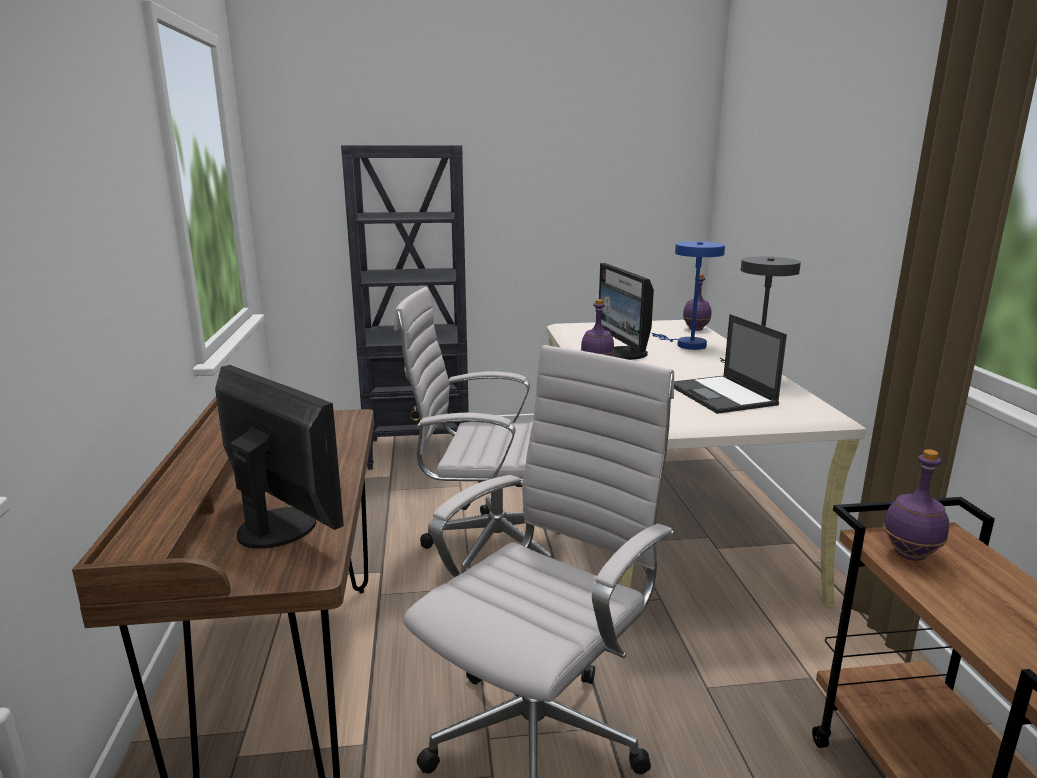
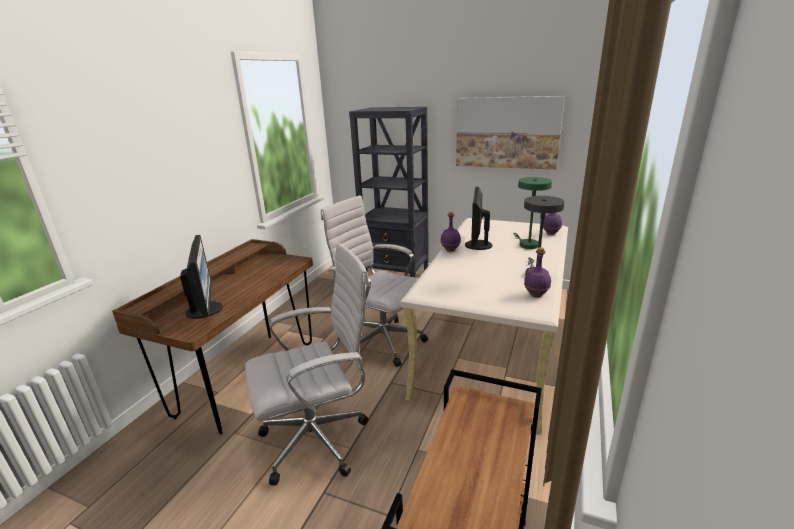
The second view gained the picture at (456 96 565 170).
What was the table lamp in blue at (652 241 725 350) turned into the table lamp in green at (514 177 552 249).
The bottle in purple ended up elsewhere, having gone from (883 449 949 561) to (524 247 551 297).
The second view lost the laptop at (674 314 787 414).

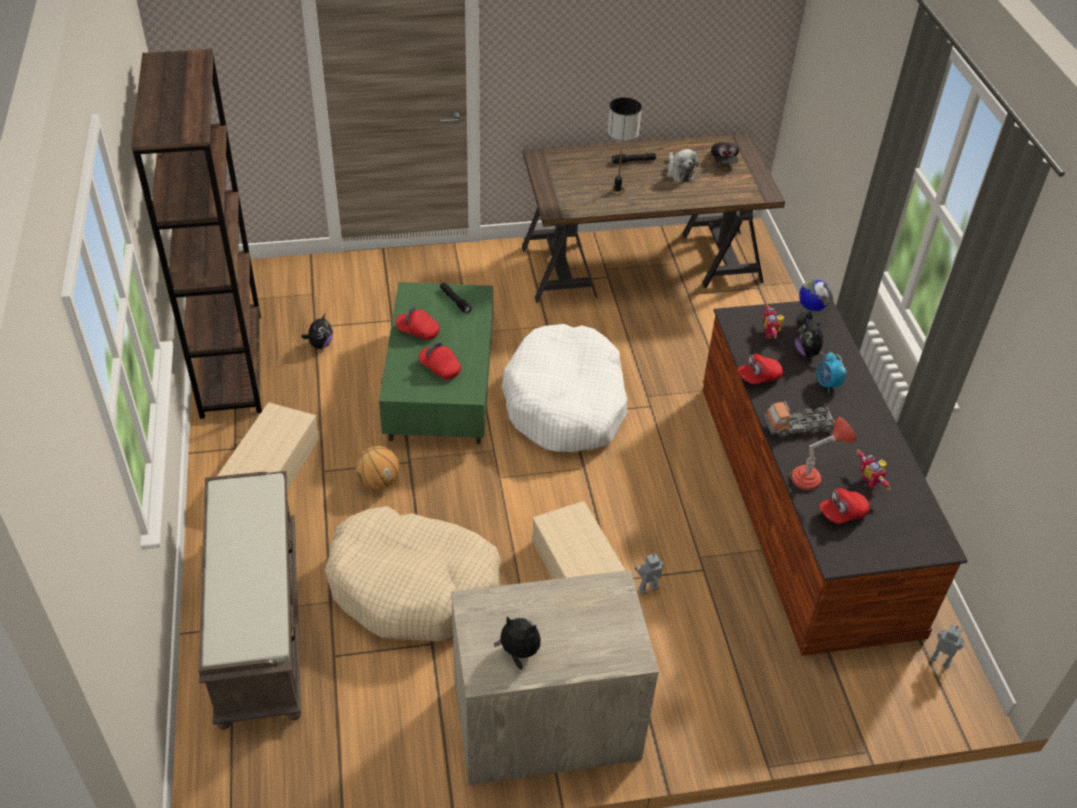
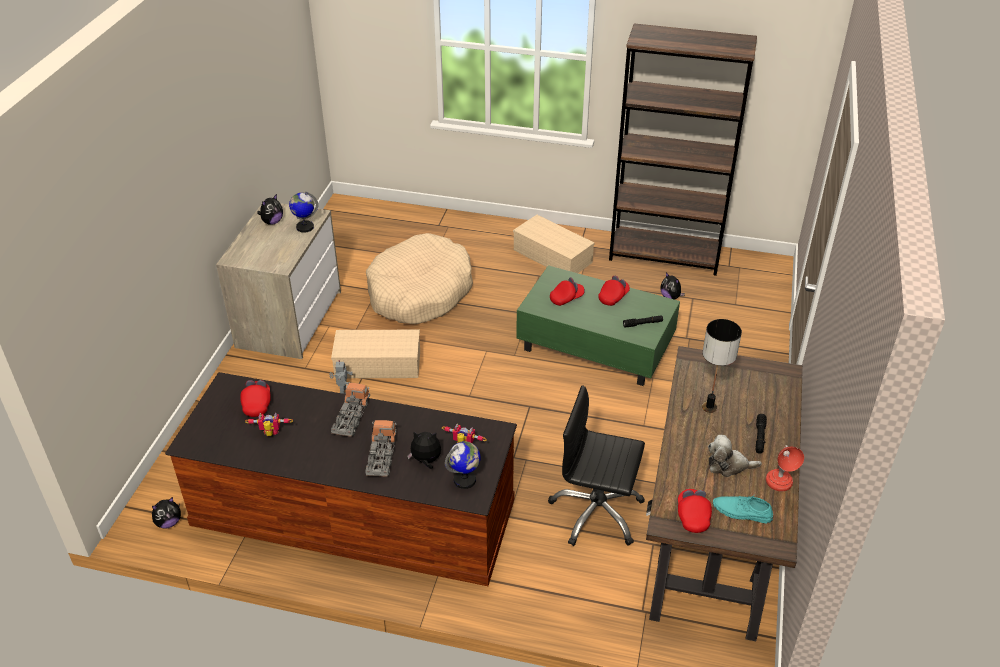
Where the toy robot stood at (931 625 965 668), the plush toy came to stand at (152 497 181 529).
The second view gained the globe at (289 192 318 233).
Where the alarm clock stood at (817 352 847 393), the toy truck came to stand at (365 420 397 477).
The second view gained the office chair in black at (548 385 645 546).
The cap in red ended up elsewhere, having gone from (737 354 783 384) to (678 489 712 533).
Where the cap in black stood at (711 142 739 164), the shoe in turquoise came to stand at (713 496 773 524).
The table lamp in red ended up elsewhere, having gone from (791 417 857 490) to (766 445 804 492).
The second view lost the bench in brown at (198 471 301 730).
The second view lost the basketball at (355 446 399 490).
The second view lost the dog bed in white at (502 324 628 452).

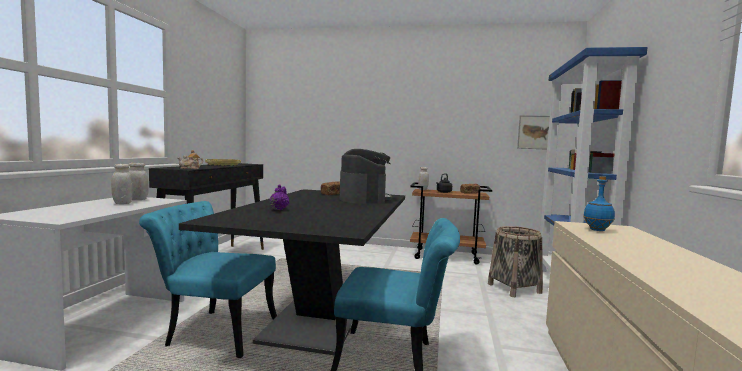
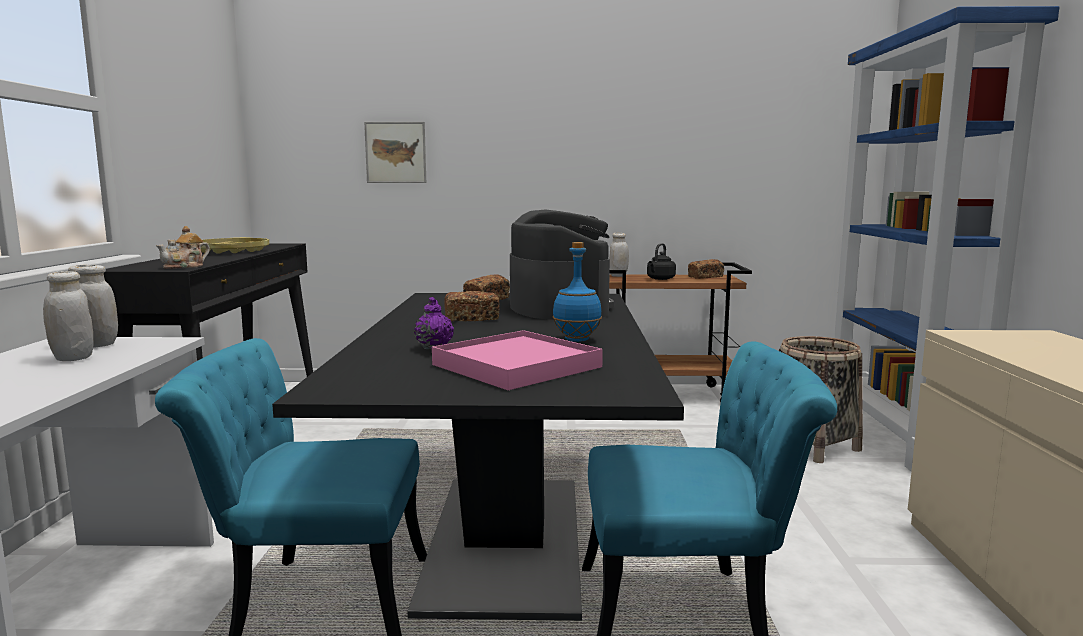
The picture ended up elsewhere, having gone from (517 115 550 150) to (364 122 426 183).
The second view gained the tray in pink at (432 330 603 390).
The second view gained the bread at (444 291 499 322).
The bottle in blue ended up elsewhere, having gone from (583 176 615 231) to (552 242 602 342).

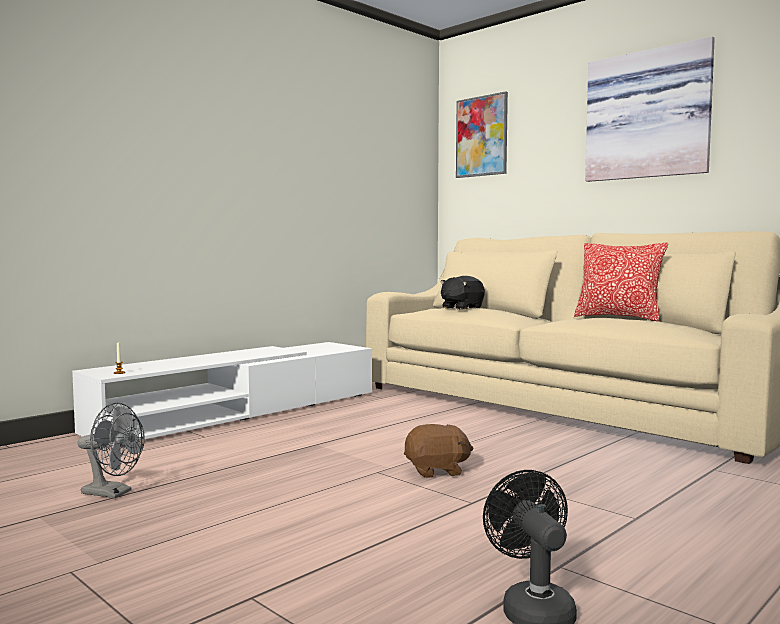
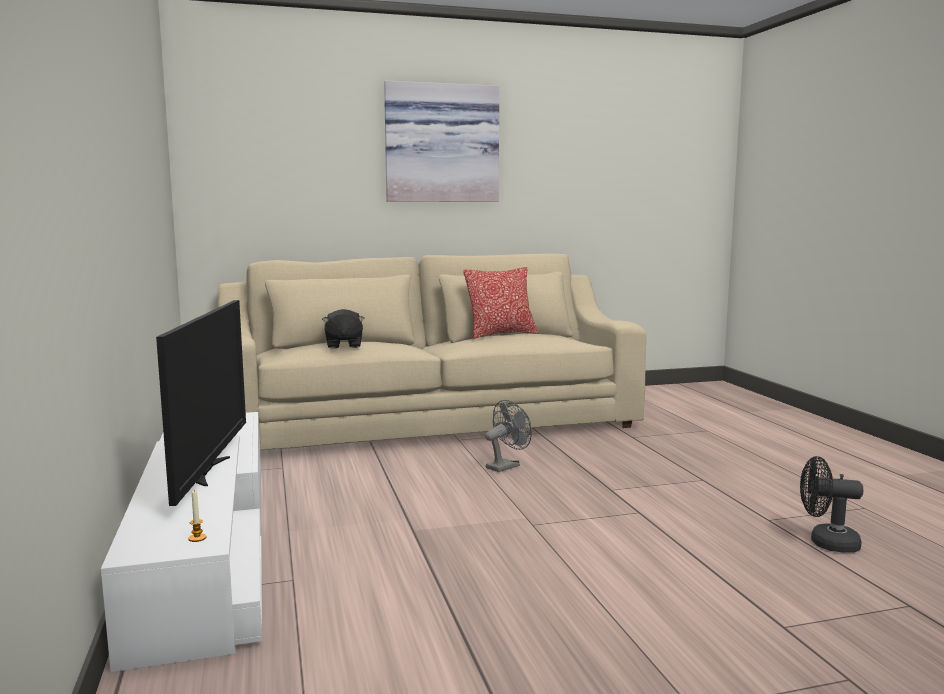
The second view gained the television at (156 300 246 506).
The fan in grey ended up elsewhere, having gone from (77 402 145 498) to (485 400 532 472).
The second view lost the plush toy in brown at (404 424 473 478).
The second view lost the picture at (456 91 508 178).

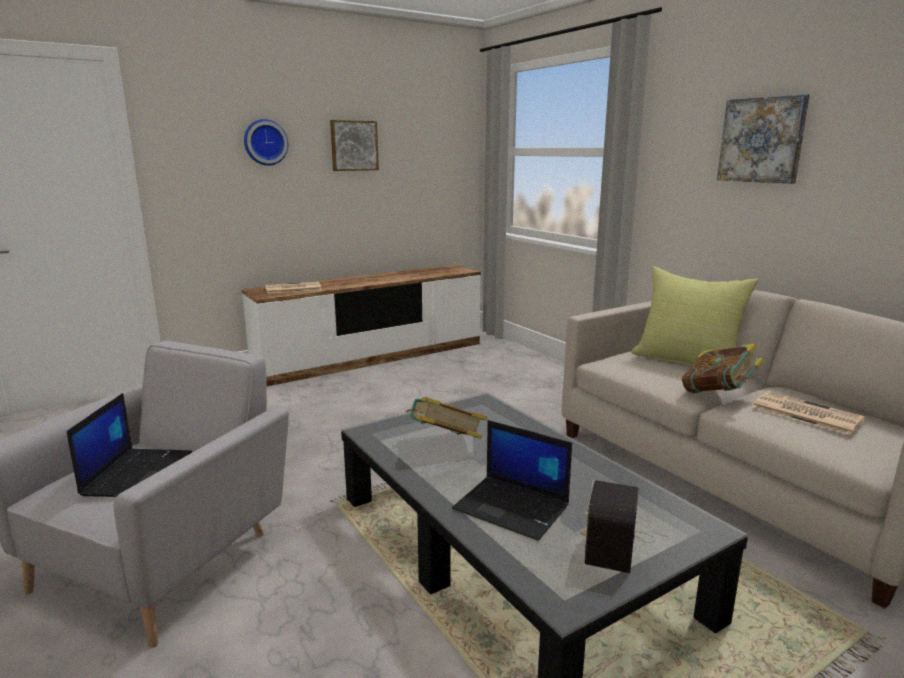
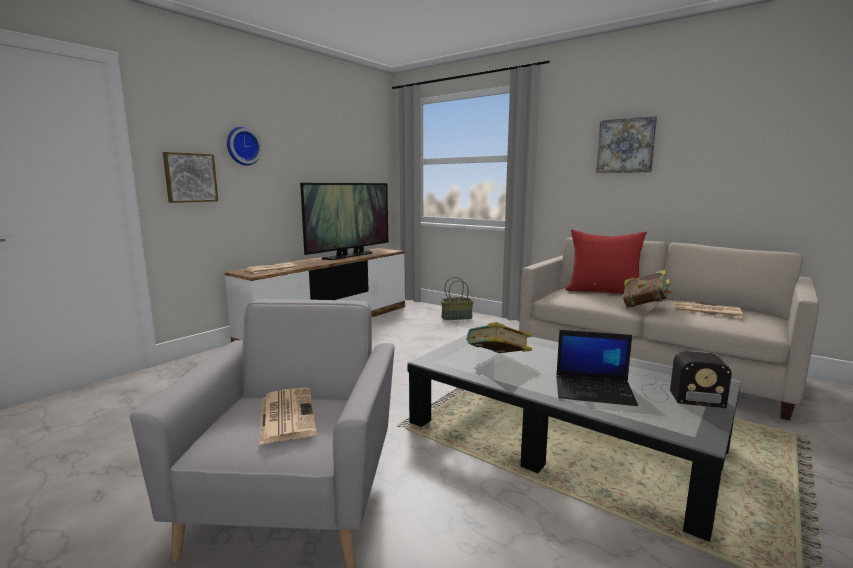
The picture ended up elsewhere, having gone from (330 120 379 171) to (163 152 218 203).
Where the laptop stood at (67 393 192 497), the newspaper came to stand at (259 387 317 445).
The second view gained the television at (300 183 388 260).
The second view gained the basket at (441 277 473 320).
What was the pillow in yellow at (631 266 759 366) turned into the pillow in red at (565 229 647 294).
The radio at (581 480 668 573) ended up facing another way, 75 degrees counterclockwise from before.

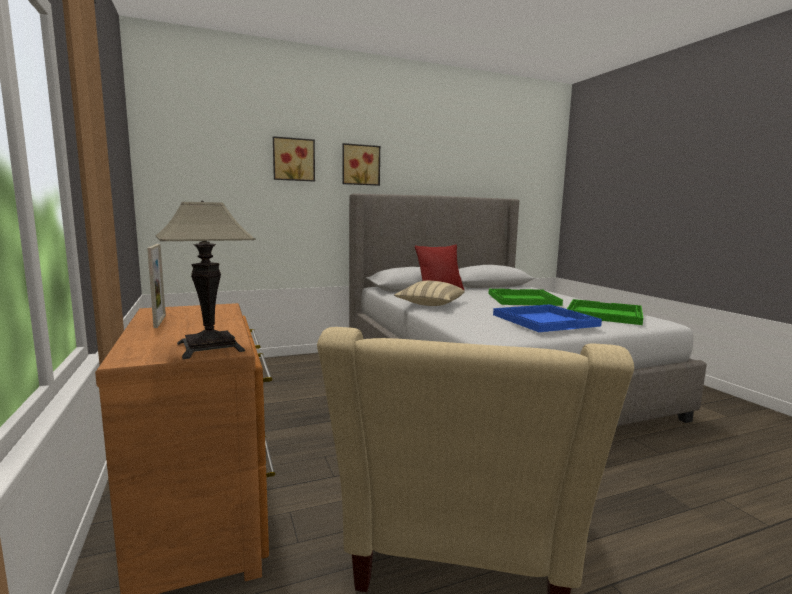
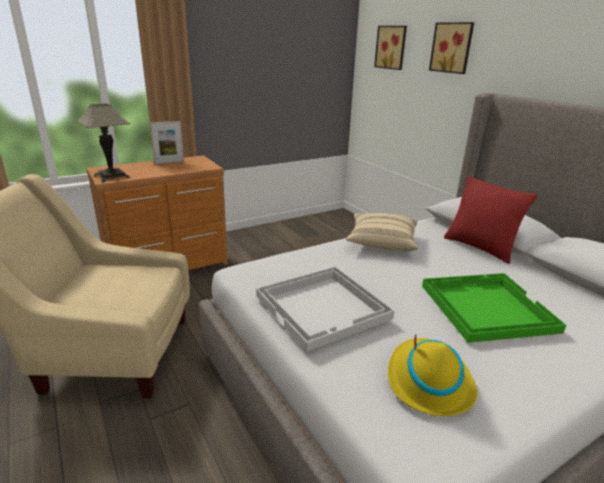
What was the tray in blue at (493 304 602 332) turned into the tray in white at (256 267 395 352).
The picture ended up elsewhere, having gone from (342 143 380 186) to (374 26 407 70).
Where the tray in green stood at (567 299 643 325), the hat in yellow came to stand at (388 335 477 416).

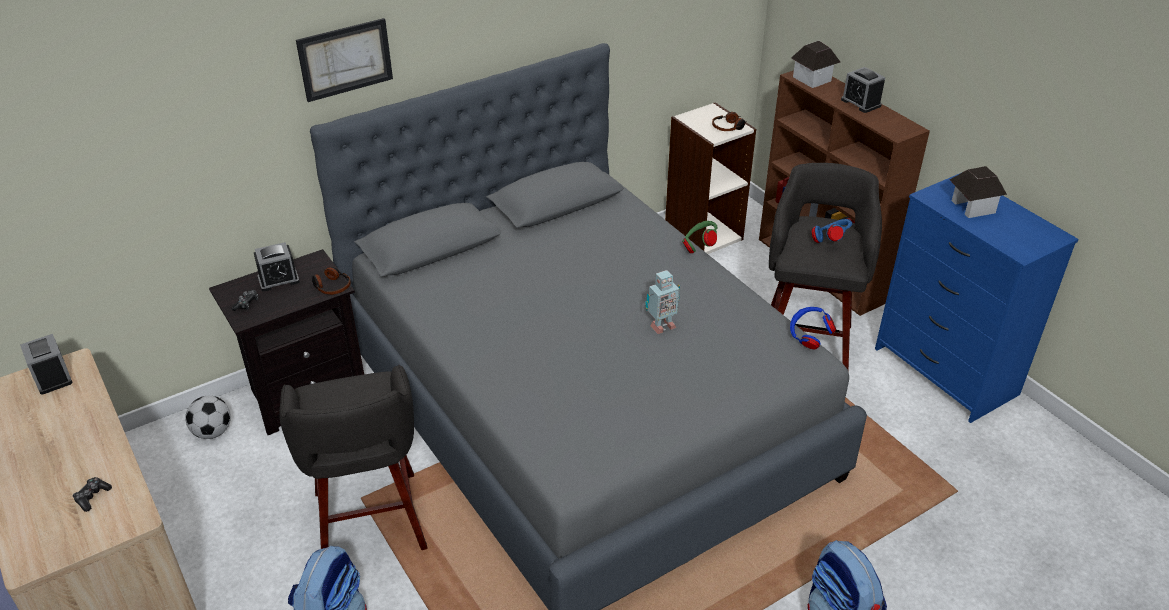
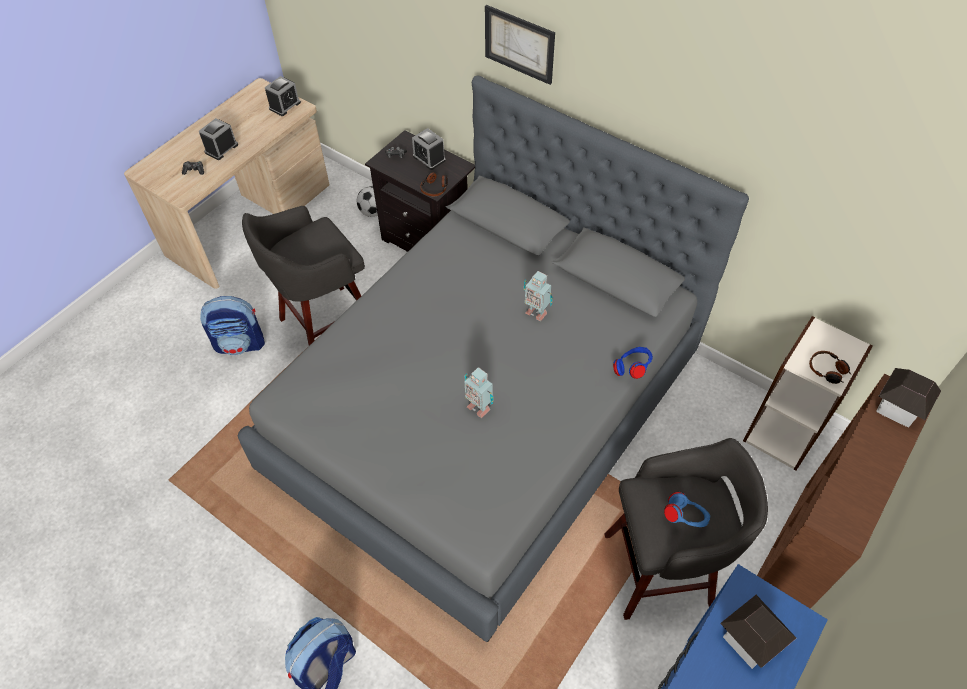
The alarm clock ended up elsewhere, having gone from (841 67 885 113) to (199 118 238 160).
The second view gained the toy robot at (524 271 553 321).
The headphones in blue ended up elsewhere, having gone from (790 307 836 349) to (613 347 653 379).
The second view lost the headphones in green at (682 221 718 253).

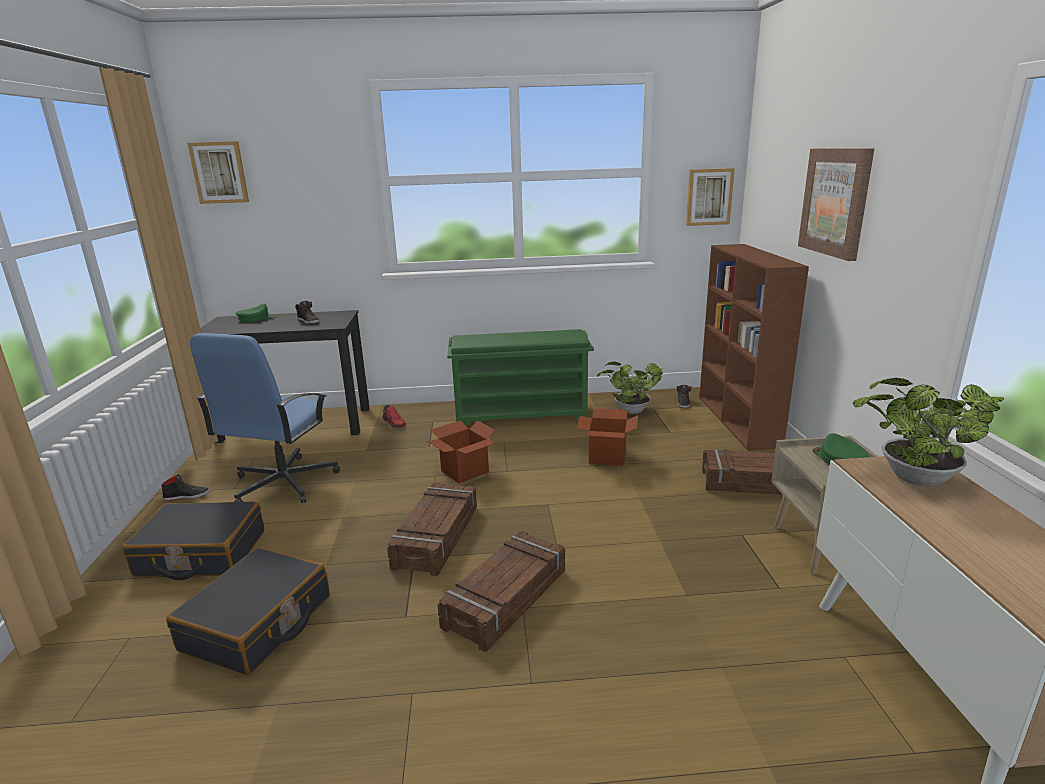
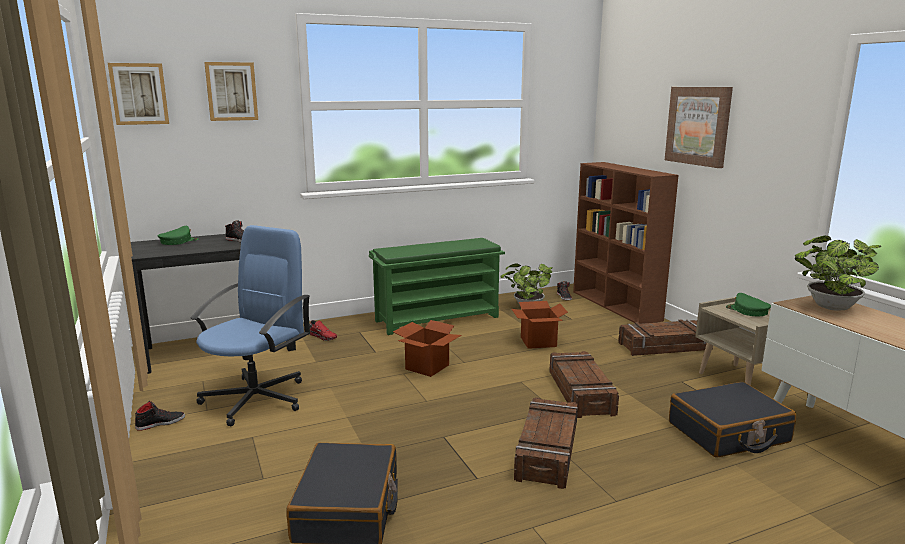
The office chair in blue at (190 333 340 503) ended up facing another way, 150 degrees counterclockwise from before.
The picture ended up elsewhere, having gone from (686 168 735 226) to (204 62 258 121).
The crate ended up elsewhere, having gone from (387 482 477 576) to (549 351 619 418).
The suitcase in black ended up elsewhere, having gone from (122 502 264 580) to (669 382 796 458).

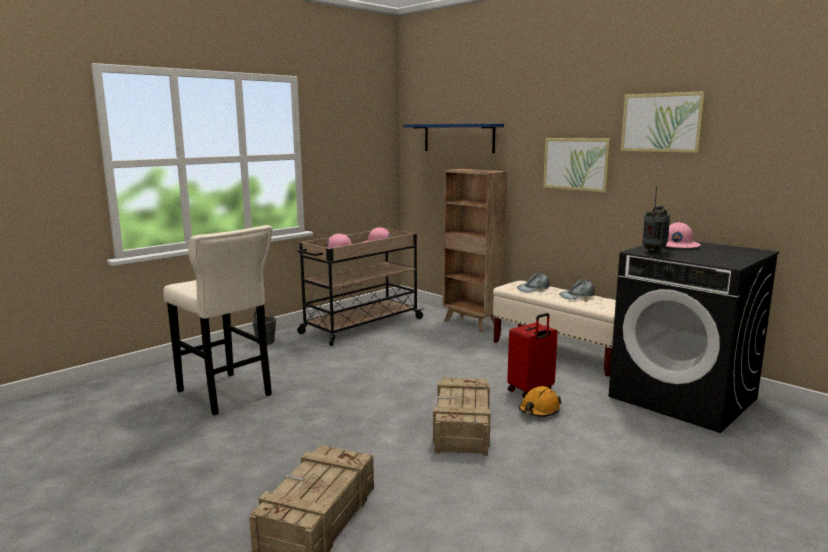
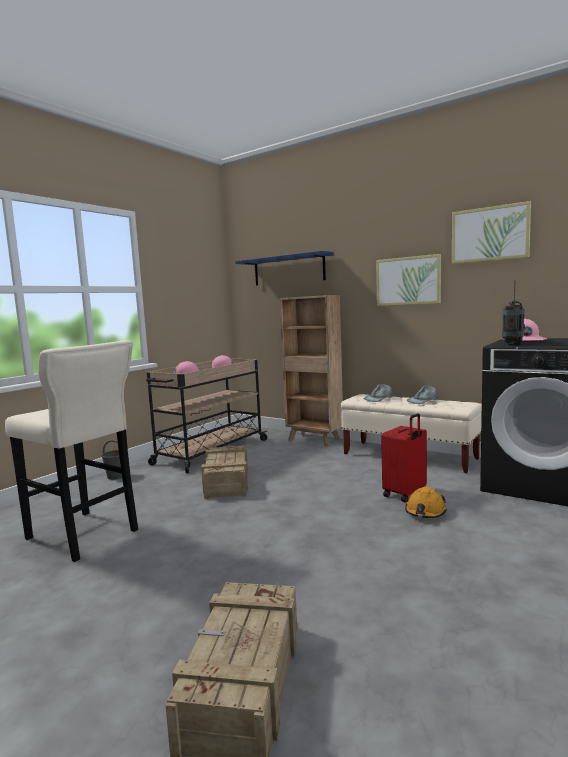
The crate ended up elsewhere, having gone from (433 377 491 456) to (201 445 248 499).

